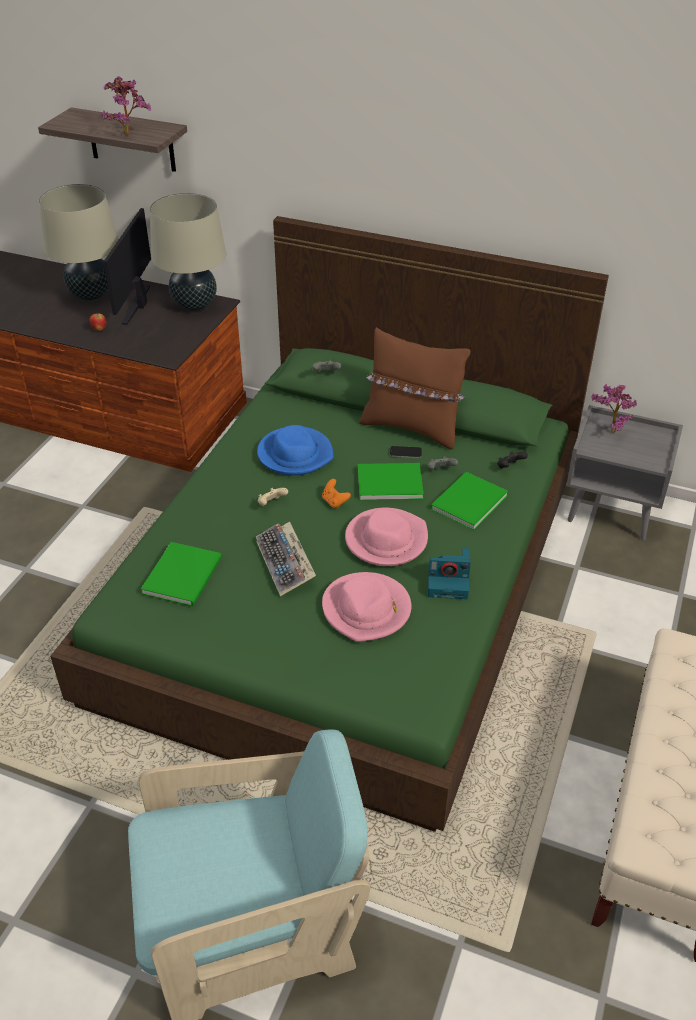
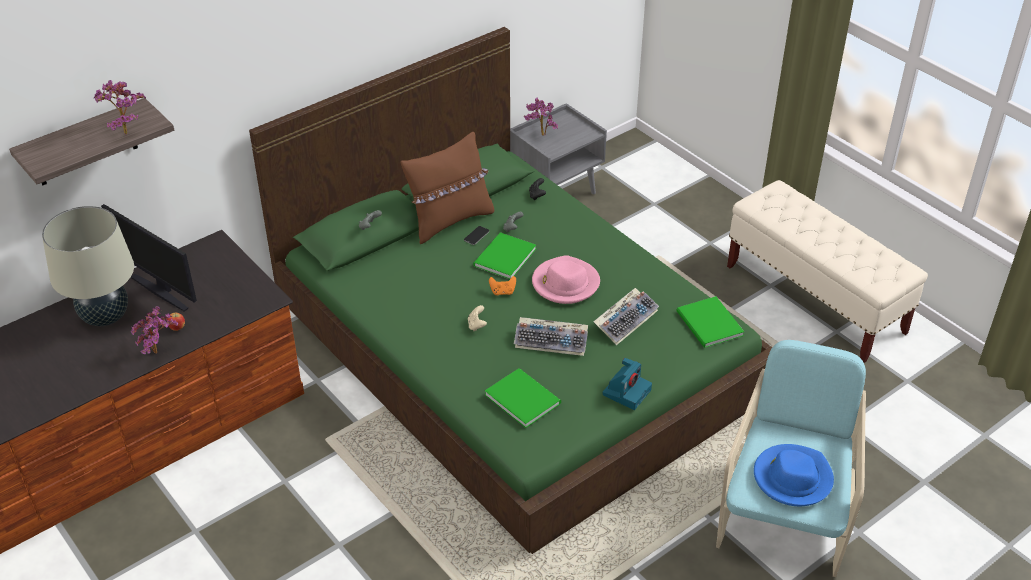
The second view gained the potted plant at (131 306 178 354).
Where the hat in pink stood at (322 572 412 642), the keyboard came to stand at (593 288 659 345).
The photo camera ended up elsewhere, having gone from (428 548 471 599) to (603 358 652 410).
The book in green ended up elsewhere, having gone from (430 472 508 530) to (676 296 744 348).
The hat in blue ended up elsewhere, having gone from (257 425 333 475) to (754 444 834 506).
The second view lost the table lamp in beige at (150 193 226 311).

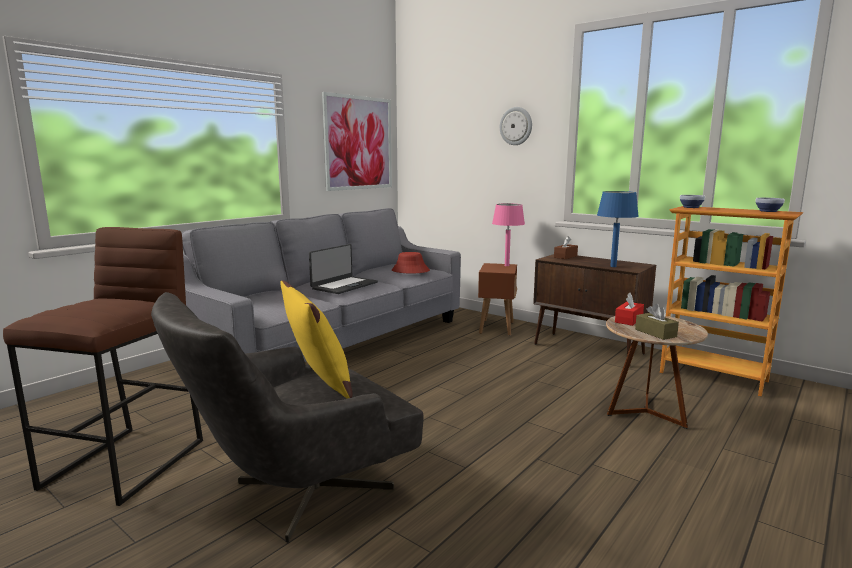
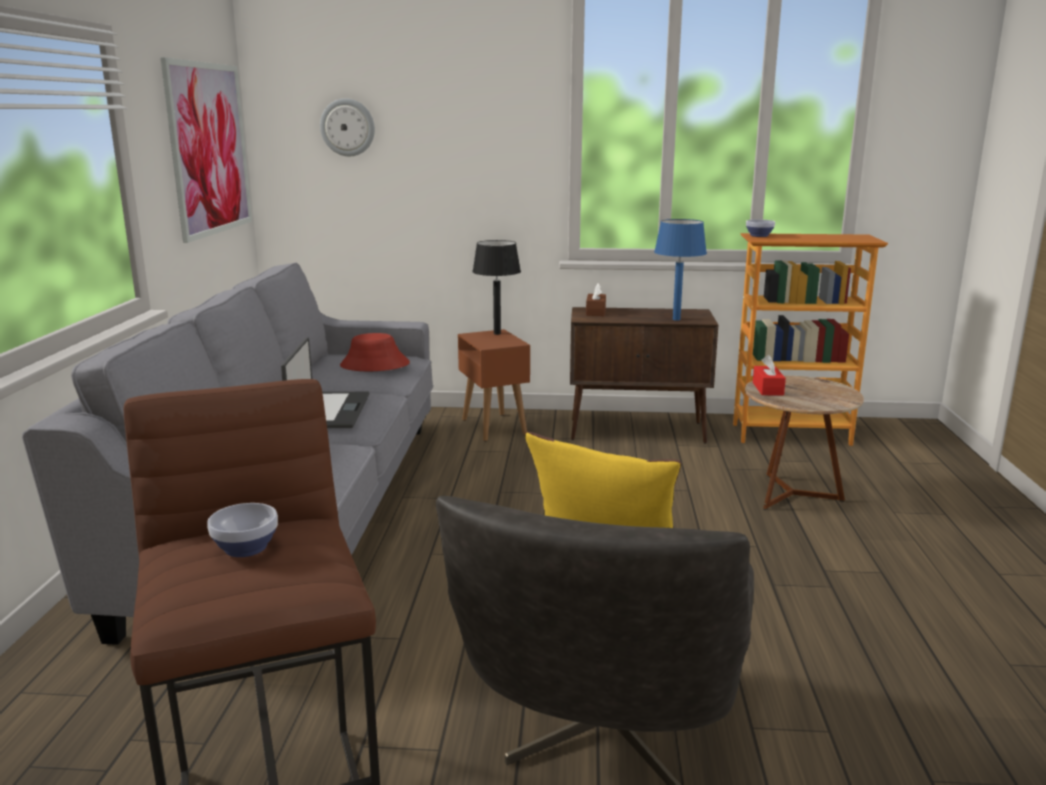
The bowl ended up elsewhere, having gone from (756 198 785 212) to (207 503 278 557).
The wall clock ended up elsewhere, having gone from (500 107 532 145) to (320 98 375 156).
What was the table lamp in pink at (492 203 525 266) turned into the table lamp in black at (472 240 521 335).
The second view lost the tissue box in brown at (635 304 679 340).

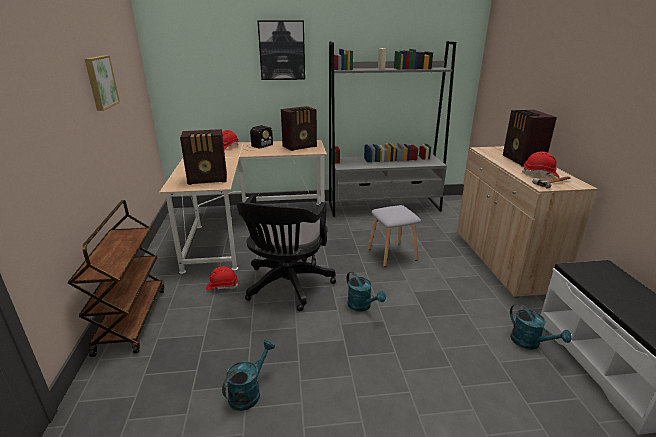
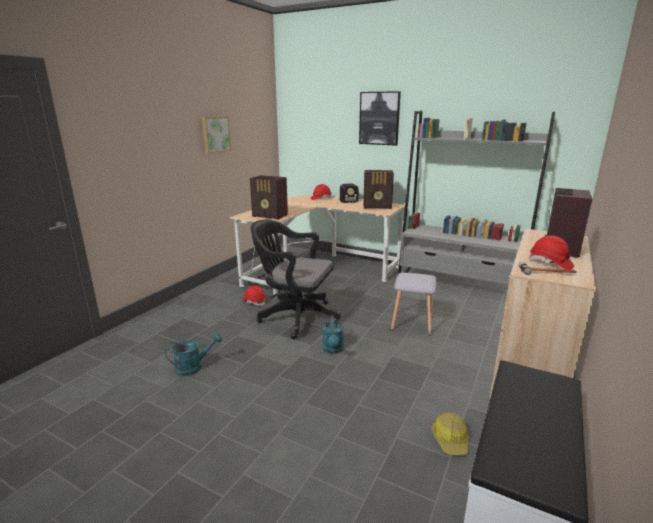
The office chair in black at (237 195 336 311) ended up facing another way, 60 degrees clockwise from before.
Where the watering can in turquoise stood at (510 303 572 350), the hard hat came to stand at (431 412 469 455).
The second view lost the cart in brown at (68 200 164 357).

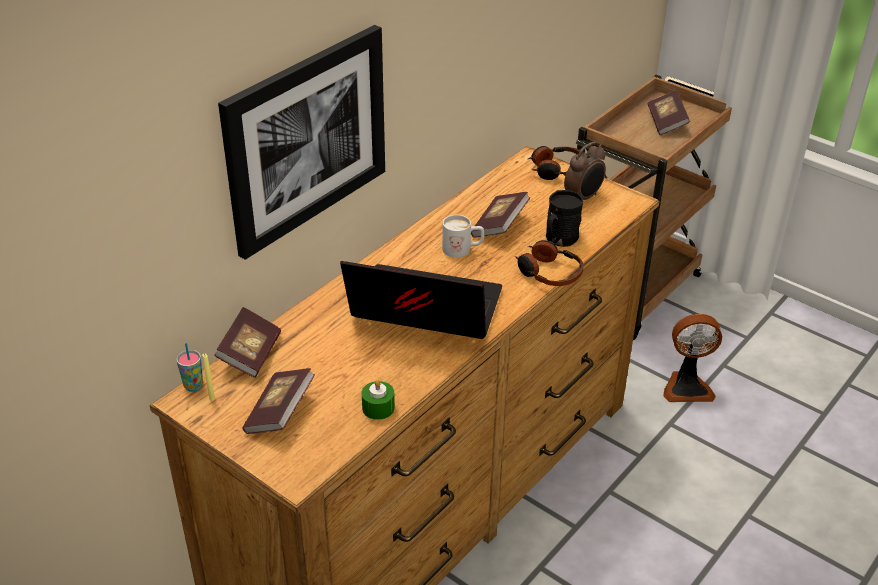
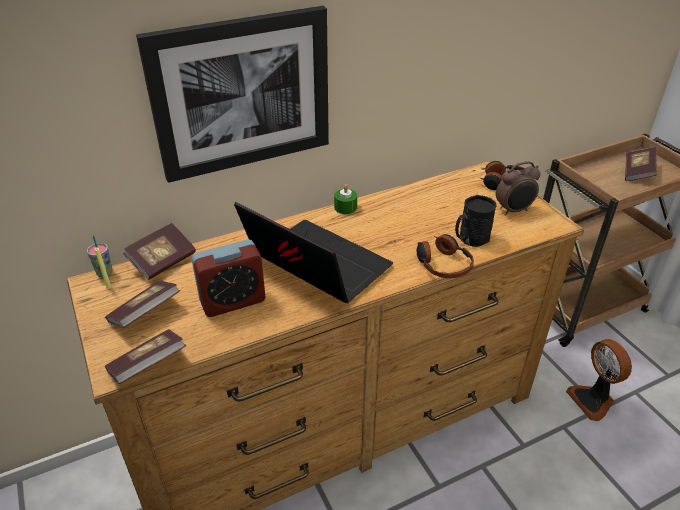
The book ended up elsewhere, having gone from (471 192 530 238) to (105 329 186 384).
The second view gained the alarm clock at (191 239 266 317).
The candle in green ended up elsewhere, having gone from (362 379 395 420) to (334 184 357 214).
The fan at (663 314 722 402) ended up facing another way, 45 degrees clockwise from before.
The second view lost the mug in white at (442 215 484 258).

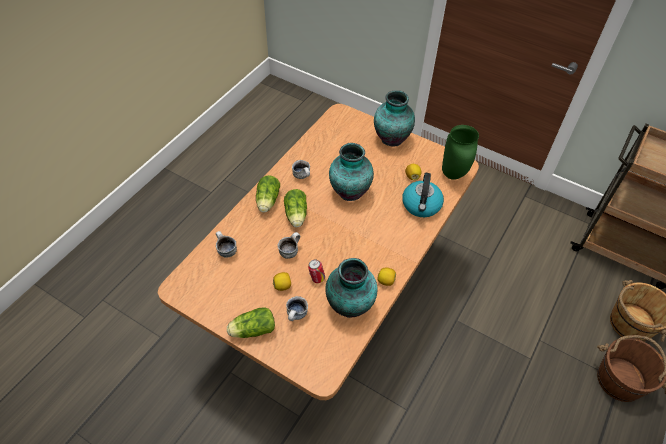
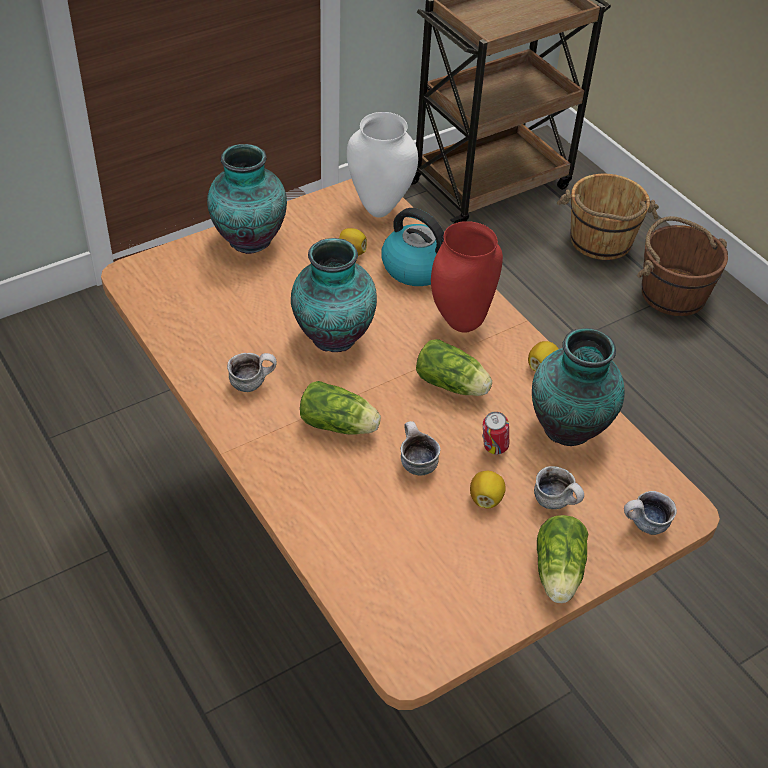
What was the vase in green at (442 125 479 180) turned into the vase in white at (347 112 418 218).
The lettuce ended up elsewhere, having gone from (256 175 280 213) to (416 339 492 396).
The second view gained the vase in red at (431 221 503 333).
The mug ended up elsewhere, having gone from (216 231 237 258) to (624 491 677 535).

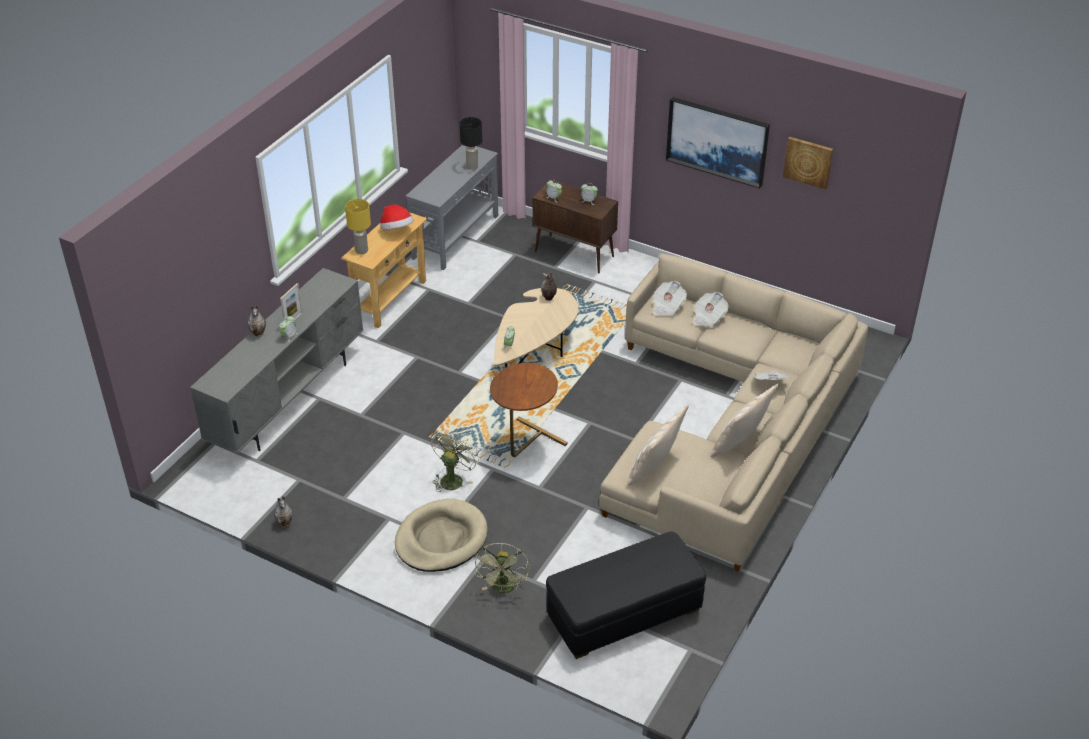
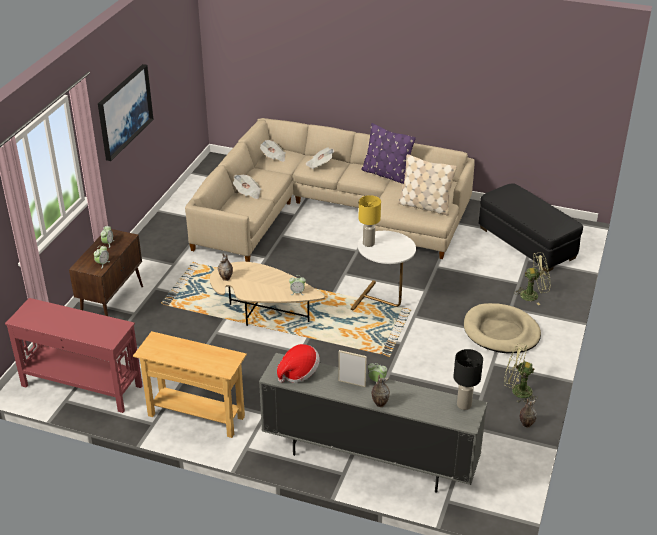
What was the console table in grey at (405 145 498 270) turned into the console table in red at (5 298 143 413).
The newspaper ended up elsewhere, having gone from (652 281 687 316) to (260 140 286 162).
The hat ended up elsewhere, having gone from (380 204 414 229) to (277 344 320 383).
What was the side table in brown at (490 363 567 457) turned into the side table in white at (351 231 416 311).
The table lamp in yellow ended up elsewhere, having gone from (345 199 371 254) to (358 195 381 247).
What was the pillow in beige at (711 384 779 457) turned into the pillow in purple at (361 123 416 184).
The table lamp in black ended up elsewhere, having gone from (460 117 482 170) to (453 349 483 410).
The fan in green ended up elsewhere, having gone from (431 430 479 490) to (504 343 538 403).
The second view lost the picture at (783 137 833 190).

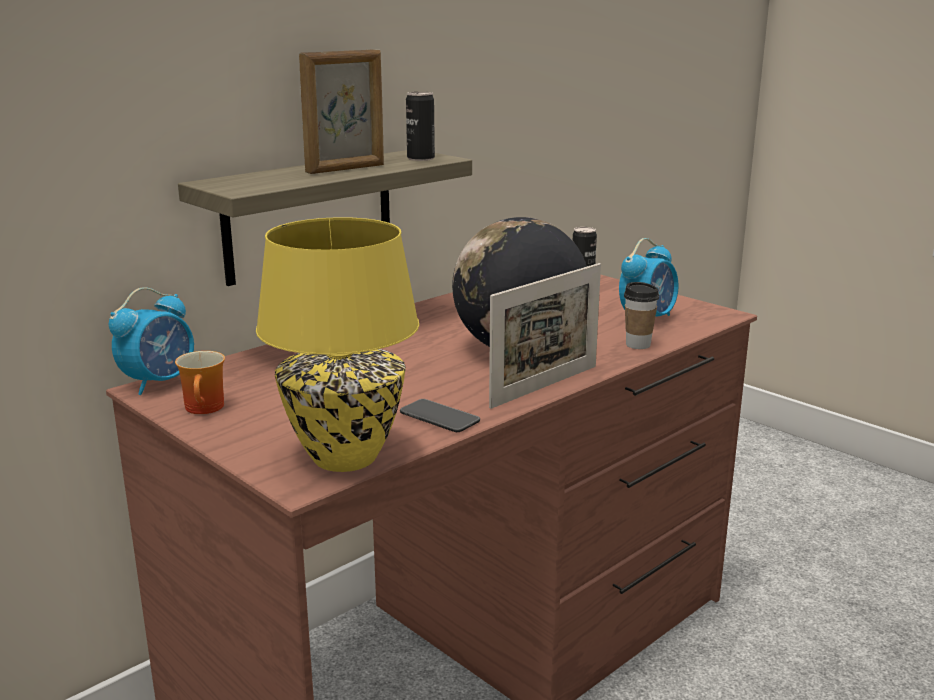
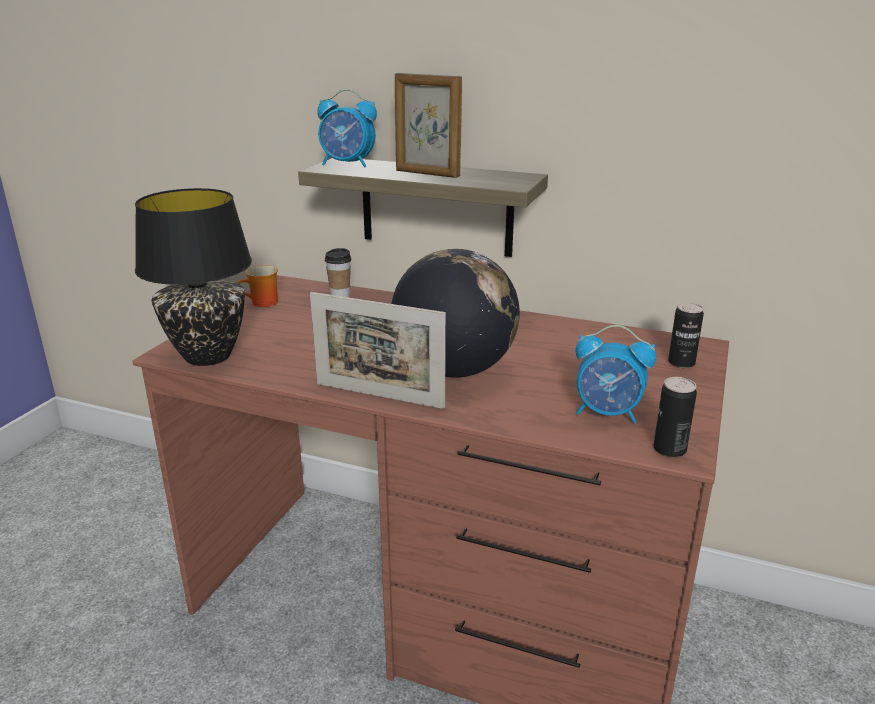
What was the table lamp in yellow at (256 217 420 472) turned into the table lamp in black at (135 188 252 366).
The alarm clock ended up elsewhere, having gone from (109 287 194 395) to (317 89 377 168).
The cup ended up elsewhere, having gone from (624 282 659 349) to (325 248 351 297).
The can ended up elsewhere, having gone from (406 92 435 161) to (654 377 697 458).
The second view lost the phone at (400 399 480 432).

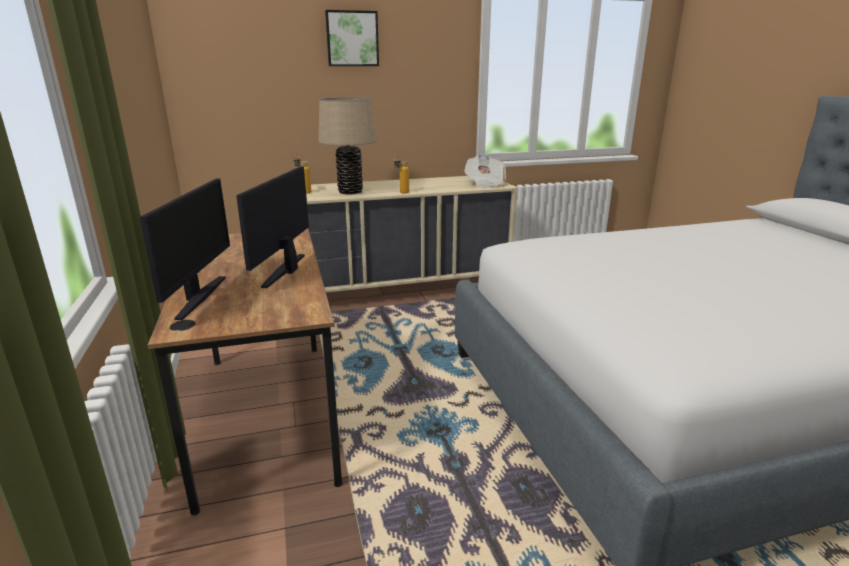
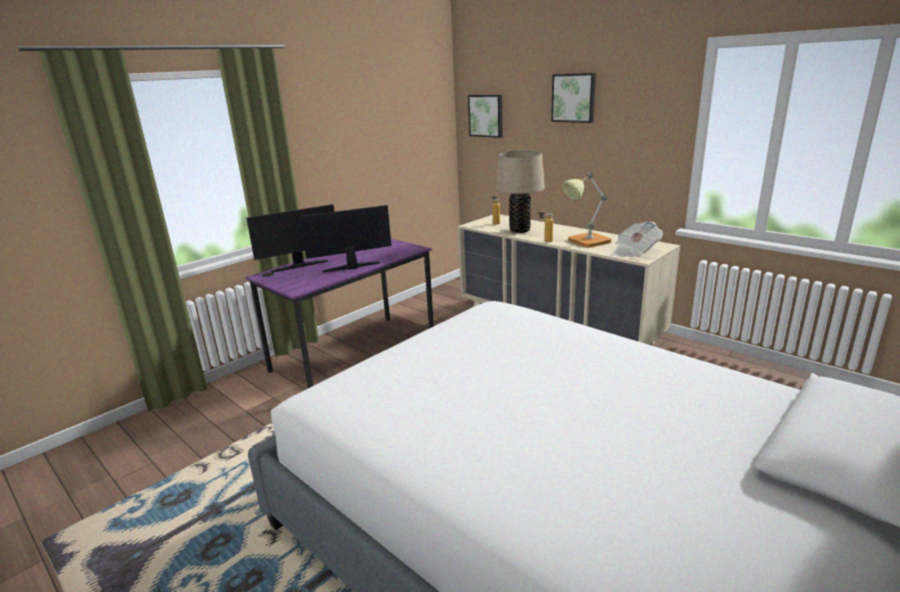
What was the desk in brown at (148 228 343 515) turned into the desk in purple at (245 238 434 388).
The second view gained the picture at (468 95 502 138).
The second view gained the table lamp at (562 172 611 248).

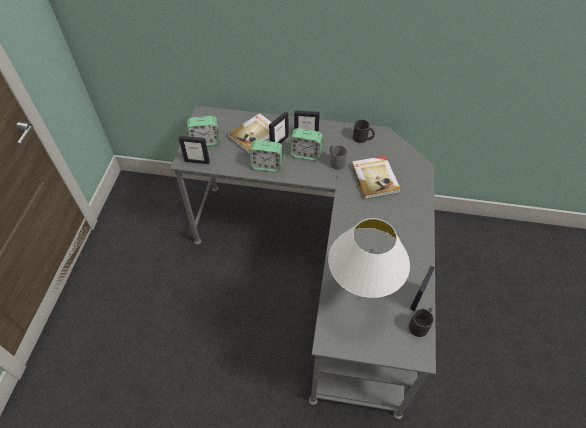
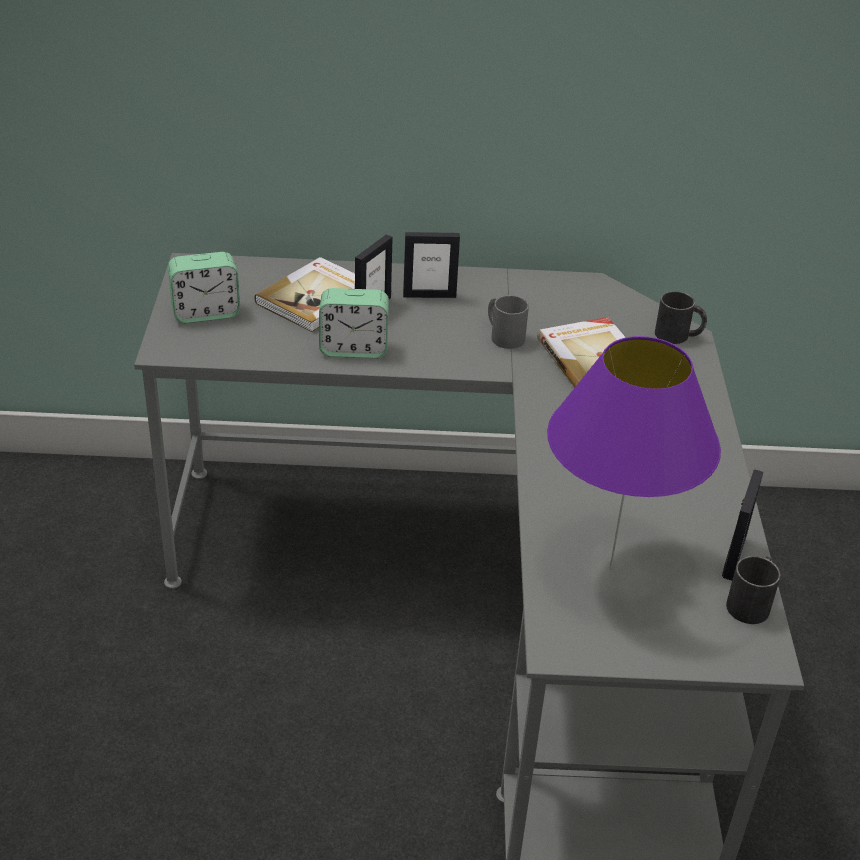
What was the table lamp in white at (328 218 410 300) turned into the table lamp in purple at (547 336 721 570).
The mug in black ended up elsewhere, having gone from (353 119 375 143) to (655 291 707 344).
The second view lost the picture frame at (179 136 210 164).
The second view lost the alarm clock at (290 128 323 161).

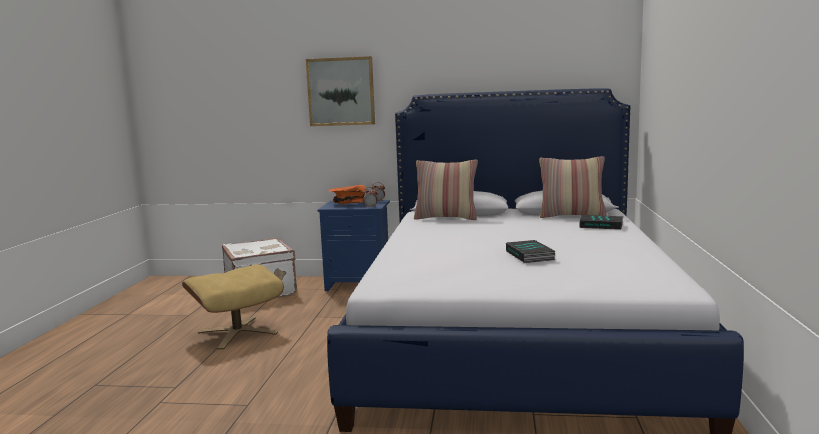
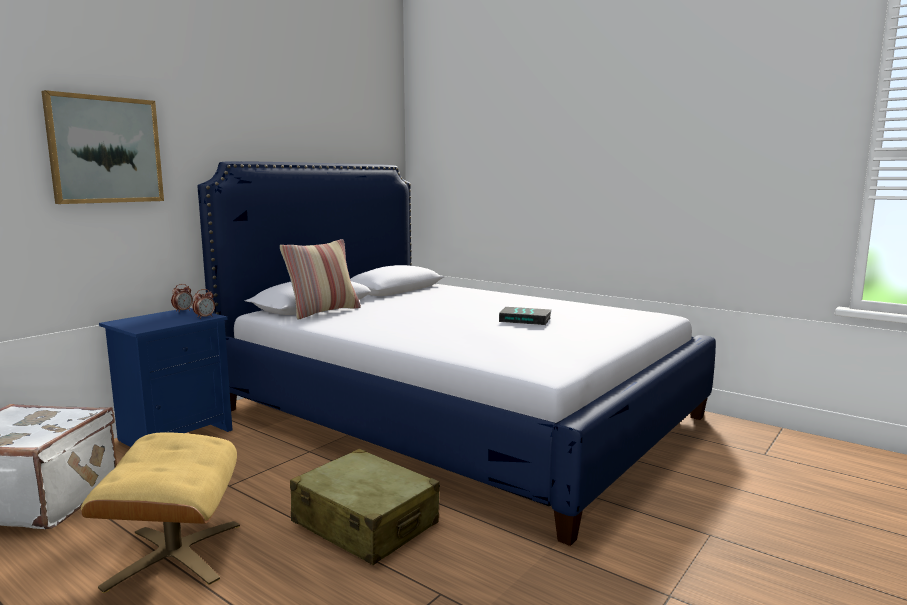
The second view gained the suitcase in beige at (290 448 440 565).
The second view lost the bowl in orange at (328 185 366 204).
The second view lost the pillow at (539 156 607 218).
The second view lost the book at (580 215 624 230).

